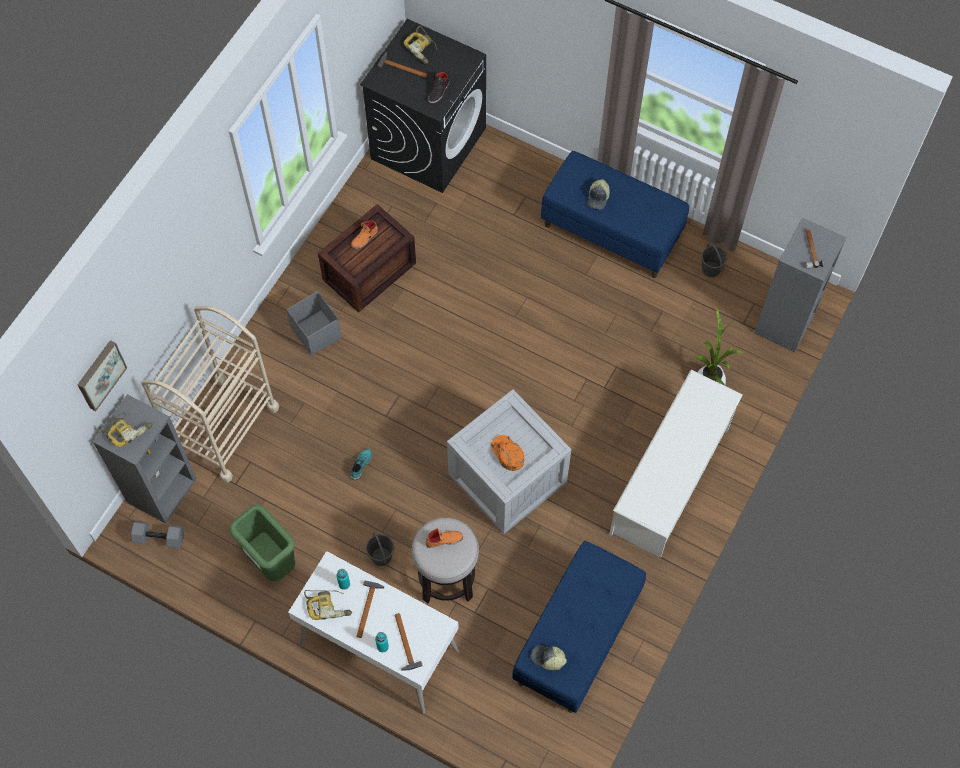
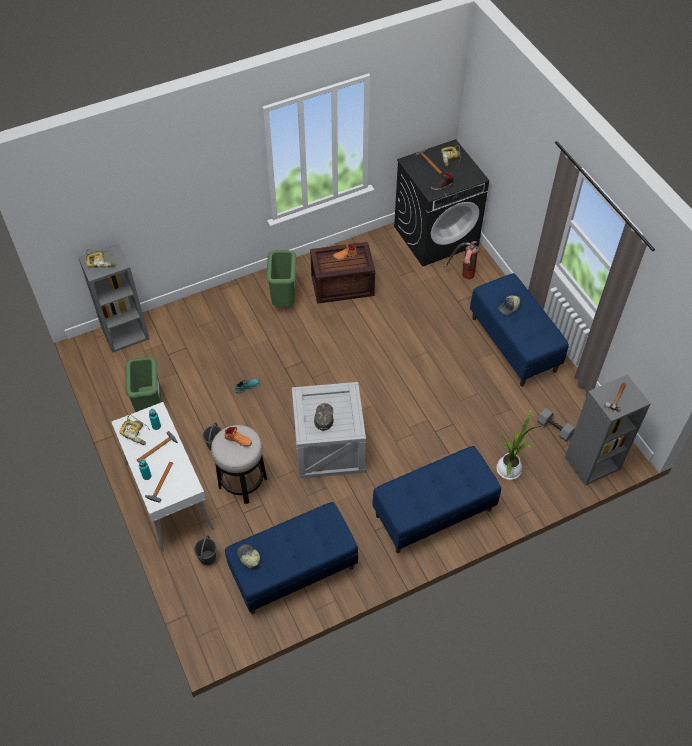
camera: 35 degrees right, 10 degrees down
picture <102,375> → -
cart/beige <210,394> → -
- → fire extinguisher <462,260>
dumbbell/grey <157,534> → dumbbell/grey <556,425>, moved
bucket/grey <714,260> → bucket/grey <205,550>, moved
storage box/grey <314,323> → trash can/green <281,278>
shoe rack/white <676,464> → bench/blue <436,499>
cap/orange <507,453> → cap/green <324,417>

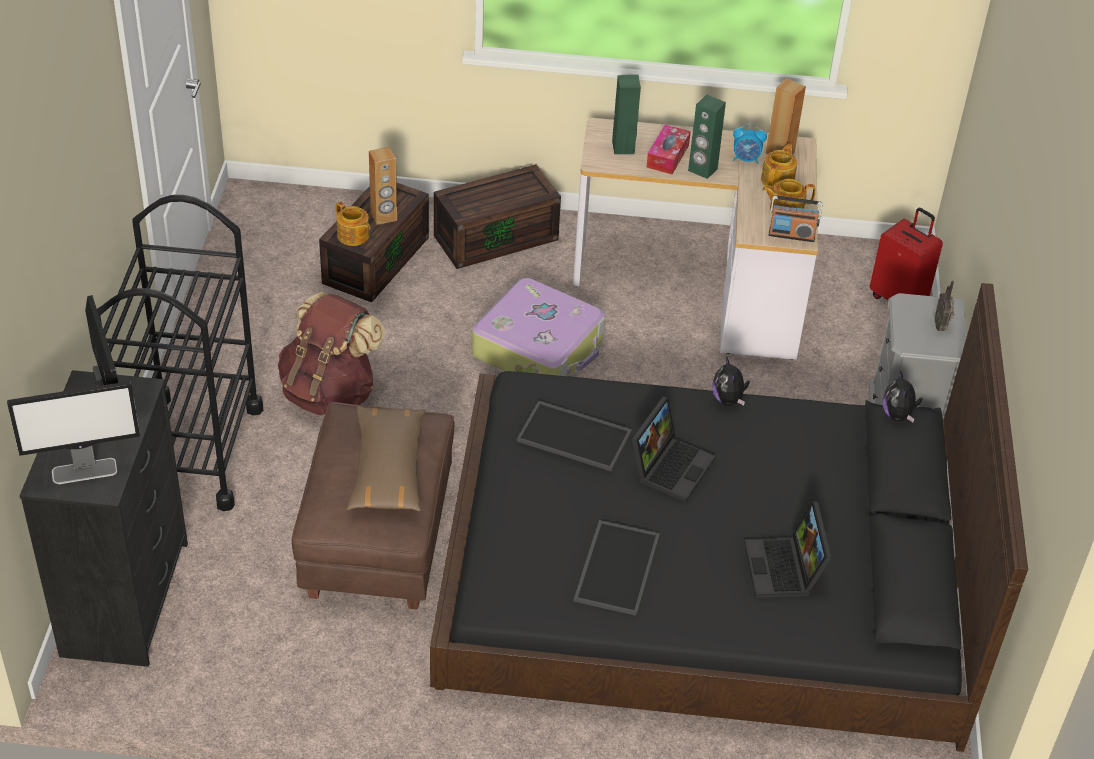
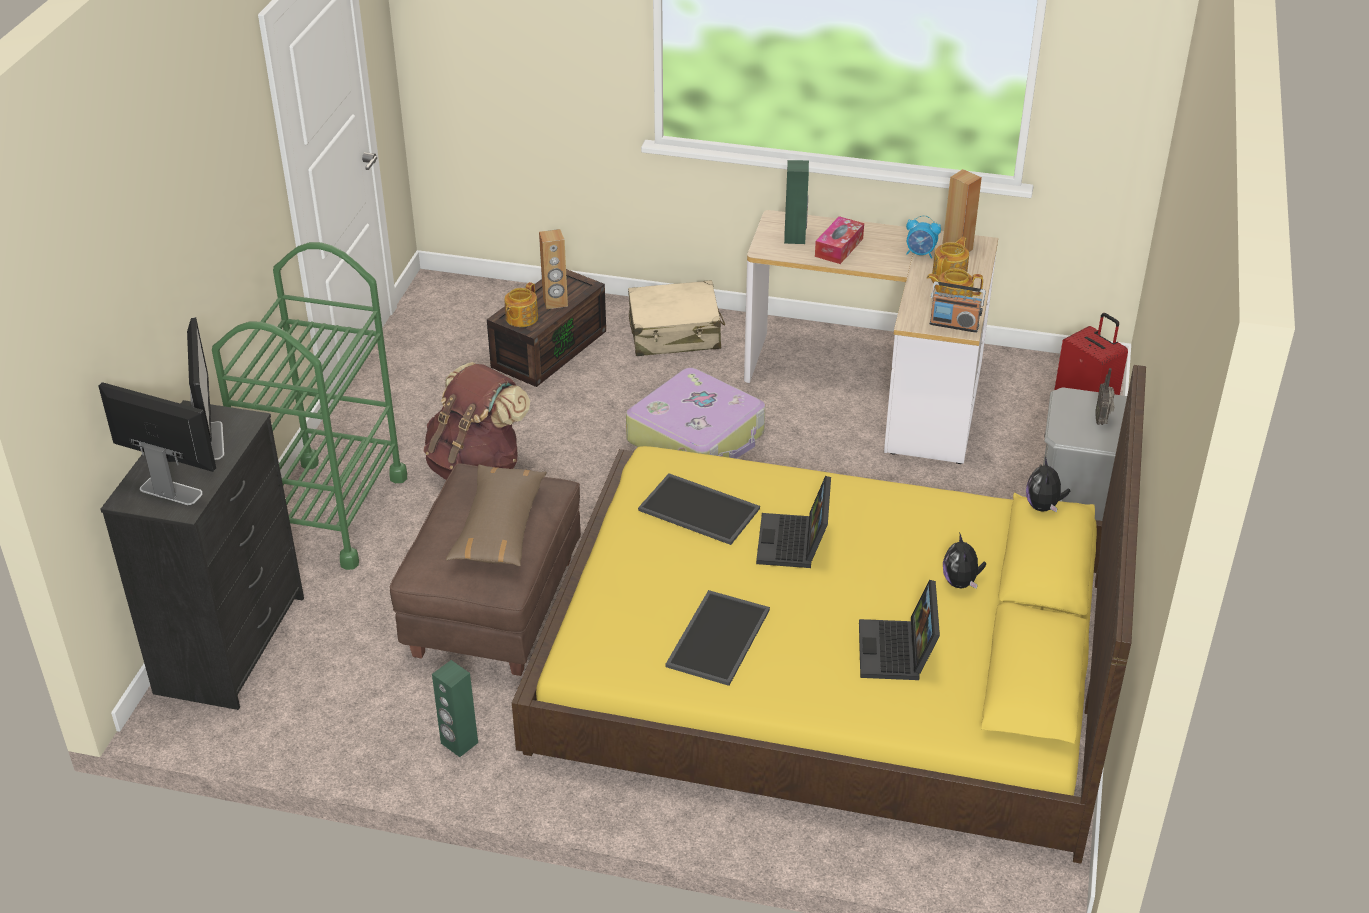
camera: 10 degrees right, 5 degrees down
speaker/green <707,137> → speaker/green <455,708>, moved
plush toy <731,381> → plush toy <965,560>, moved
storage box/brown <497,217> → suitcase/beige <676,318>
cart/black <180,353> → cart/green <309,406>
bed/black <729,517> → bed/yellow <829,614>
monitor <73,432> → monitor <157,443>, 150 degrees counterclockwise
teapot <353,223> → teapot <521,304>, 60 degrees clockwise
laptop <674,449> → laptop <793,522>, 150 degrees clockwise

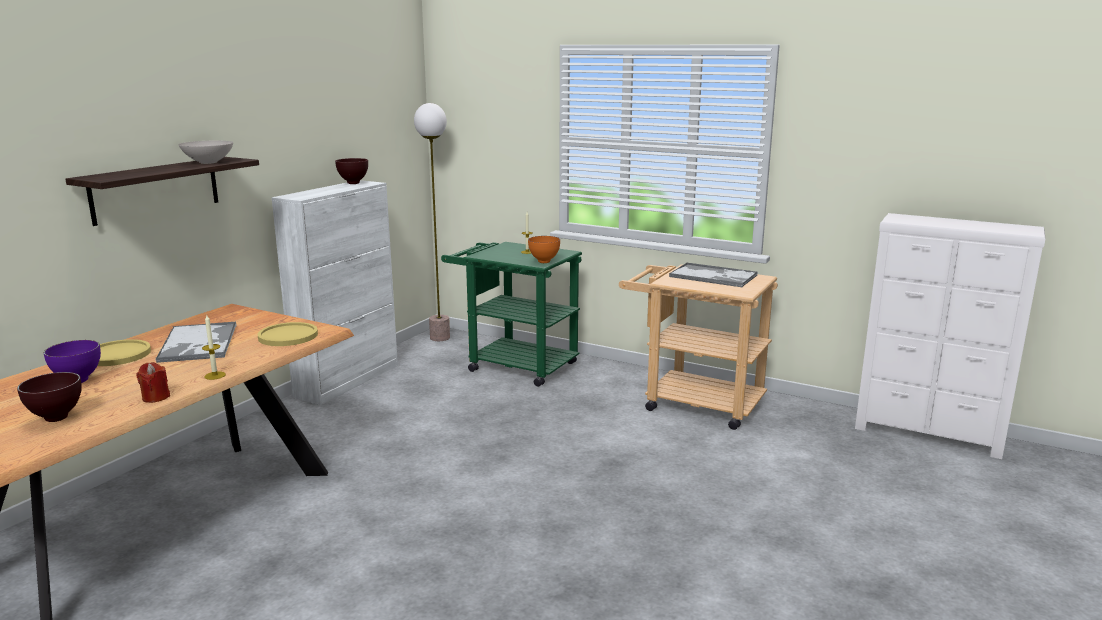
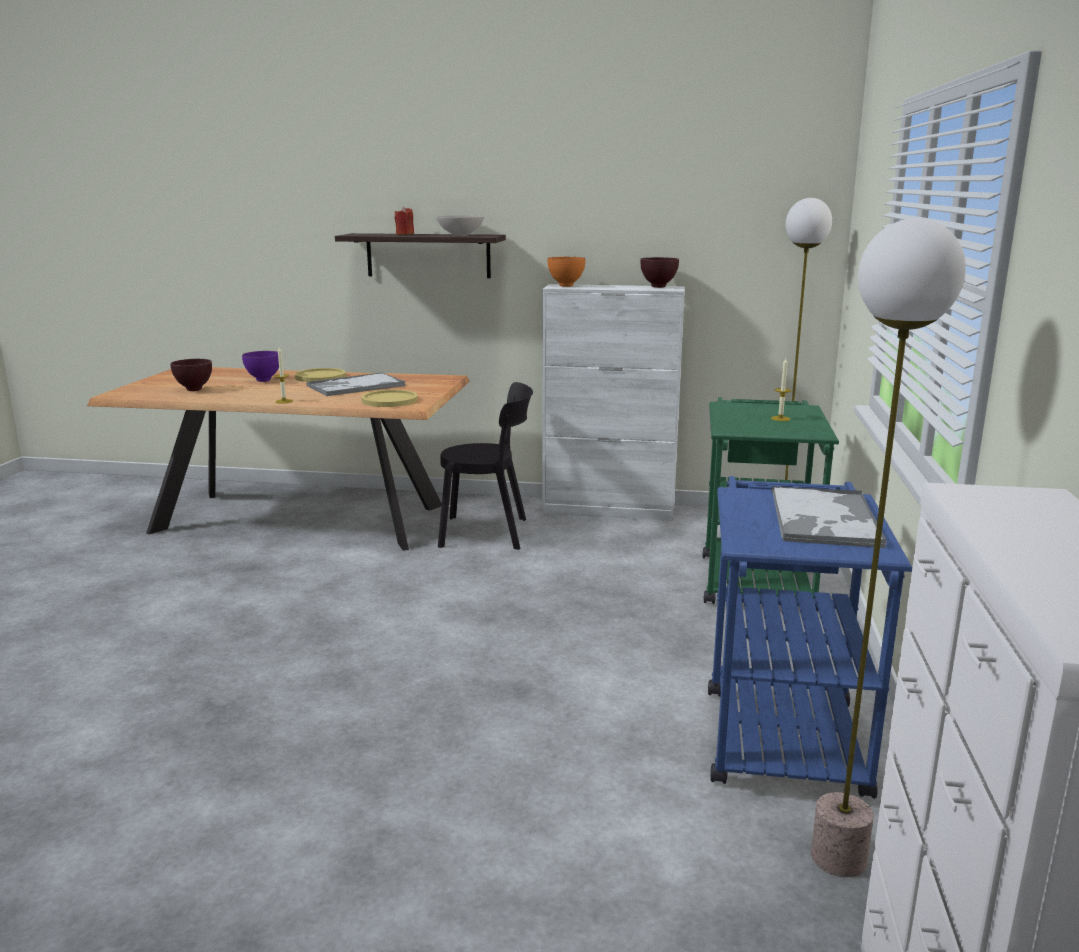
camera: 70 degrees right, 0 degrees up
- → chair/black <485,466>
- → floor lamp <888,547>
candle/red <153,382> → candle/red <404,220>, moved
bowl/orange <544,249> → bowl/orange <566,272>, moved
cart/beige <698,347> → cart/blue <810,637>

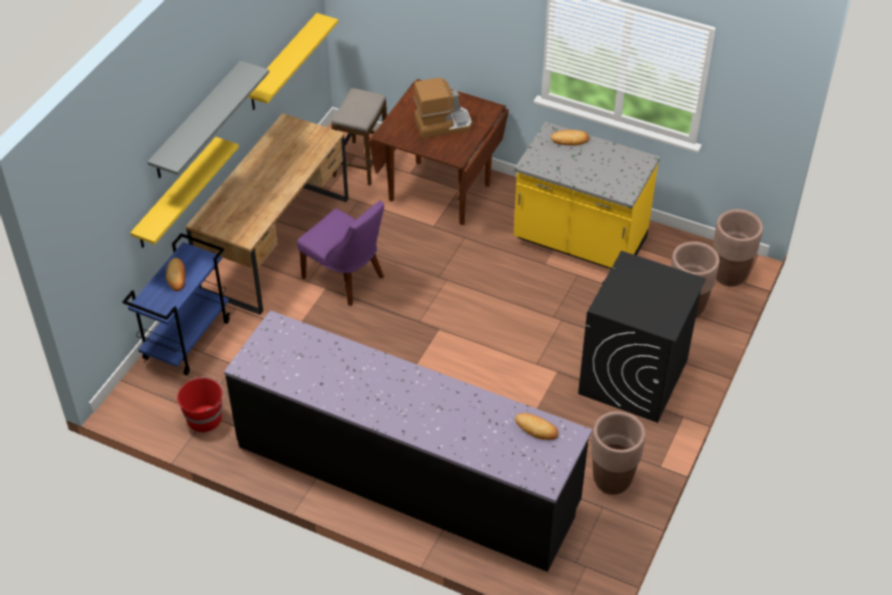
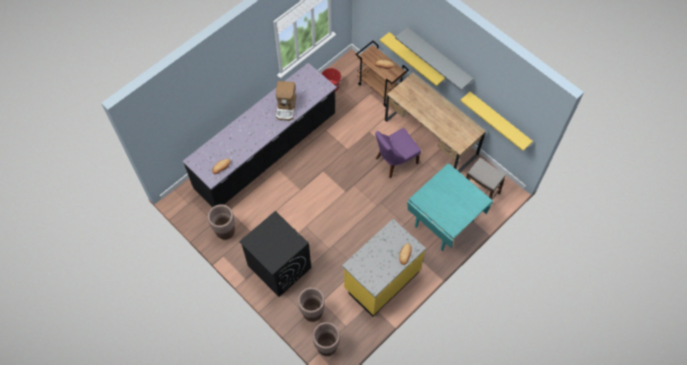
camera: 110 degrees right, 15 degrees up
coffee machine <443,108> → coffee machine <286,101>, moved
cart/blue <176,304> → cart/brown <382,74>
dining table/brown <438,152> → dining table/turquoise <450,207>

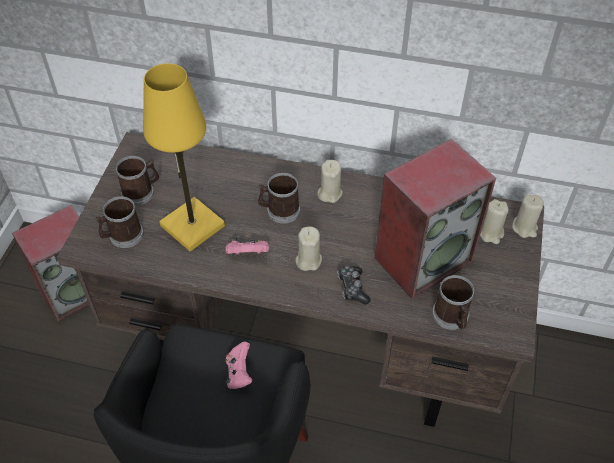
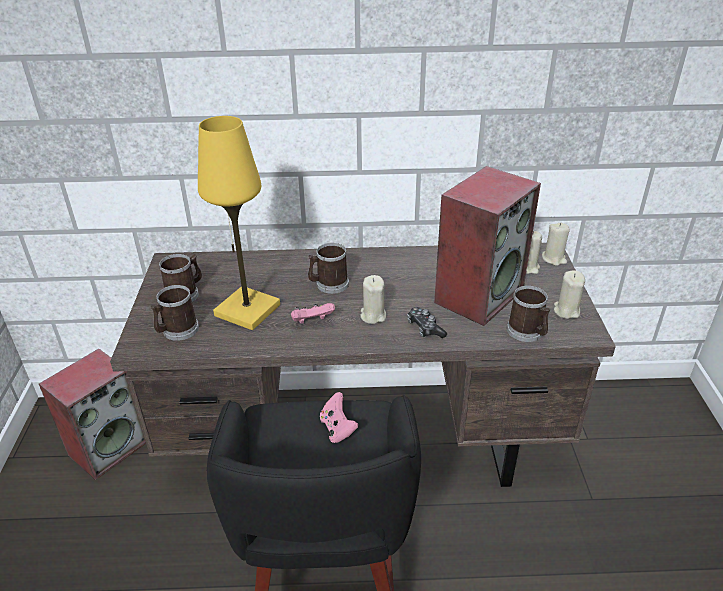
camera: 15 degrees left, 15 degrees down
candle/beige <330,181> → candle/beige <569,294>, moved

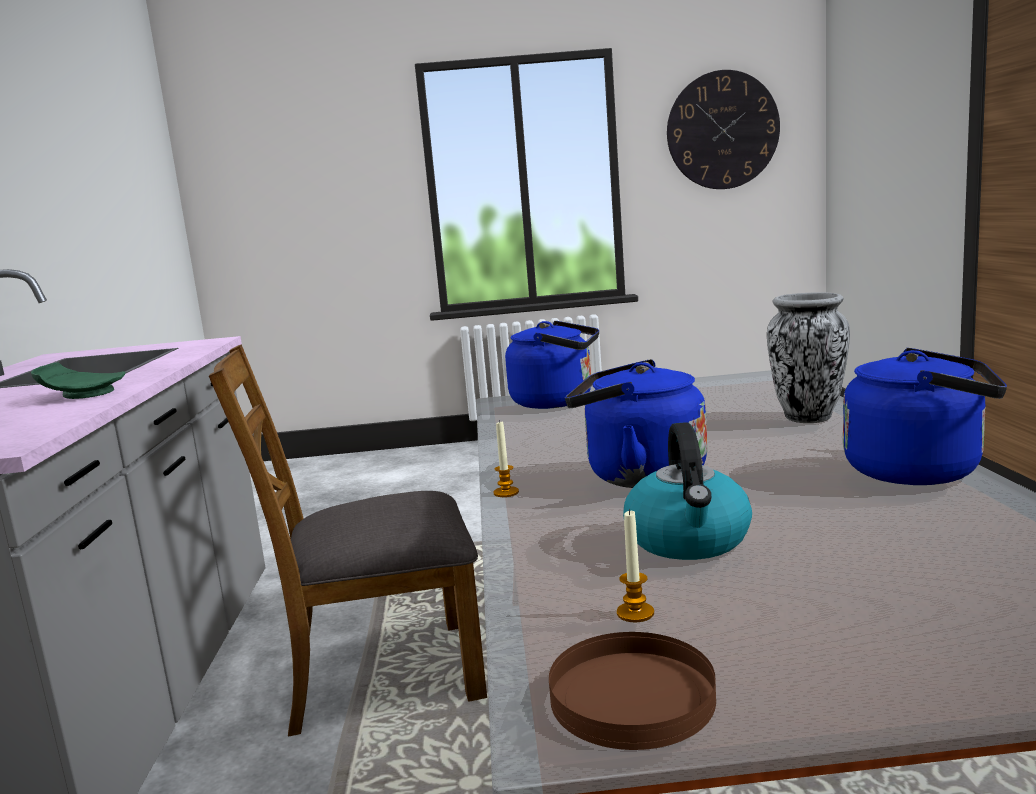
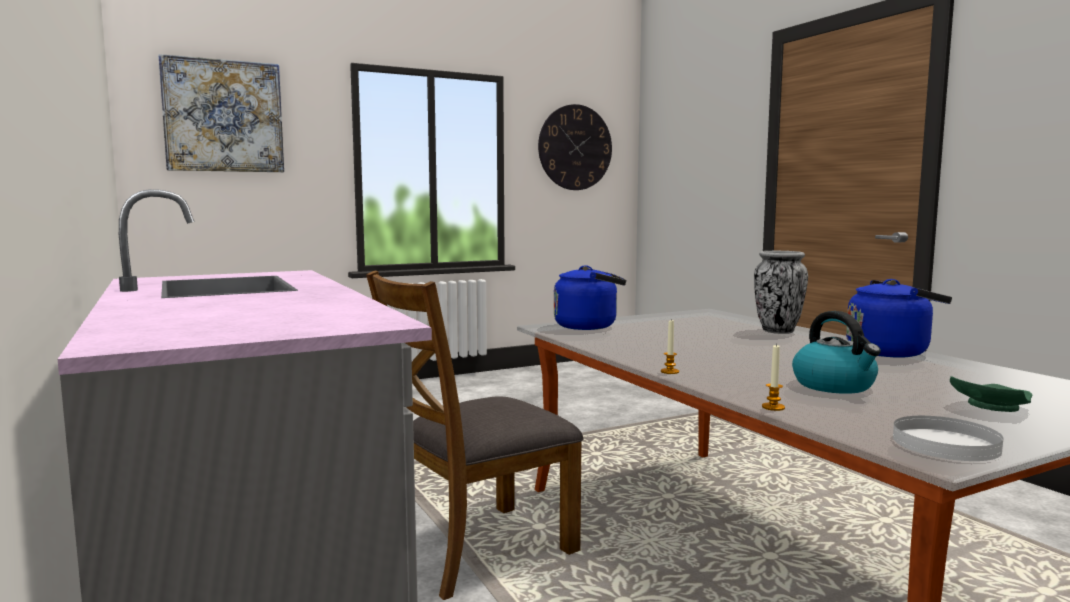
camera: 25 degrees left, 5 degrees down
kettle/blue <636,423> → -
- → picture <221,113>
plate/green <78,380> → plate/green <991,394>, moved
candle <635,565> → candle <773,377>, moved
plate/brown <632,691> → plate/white <948,438>

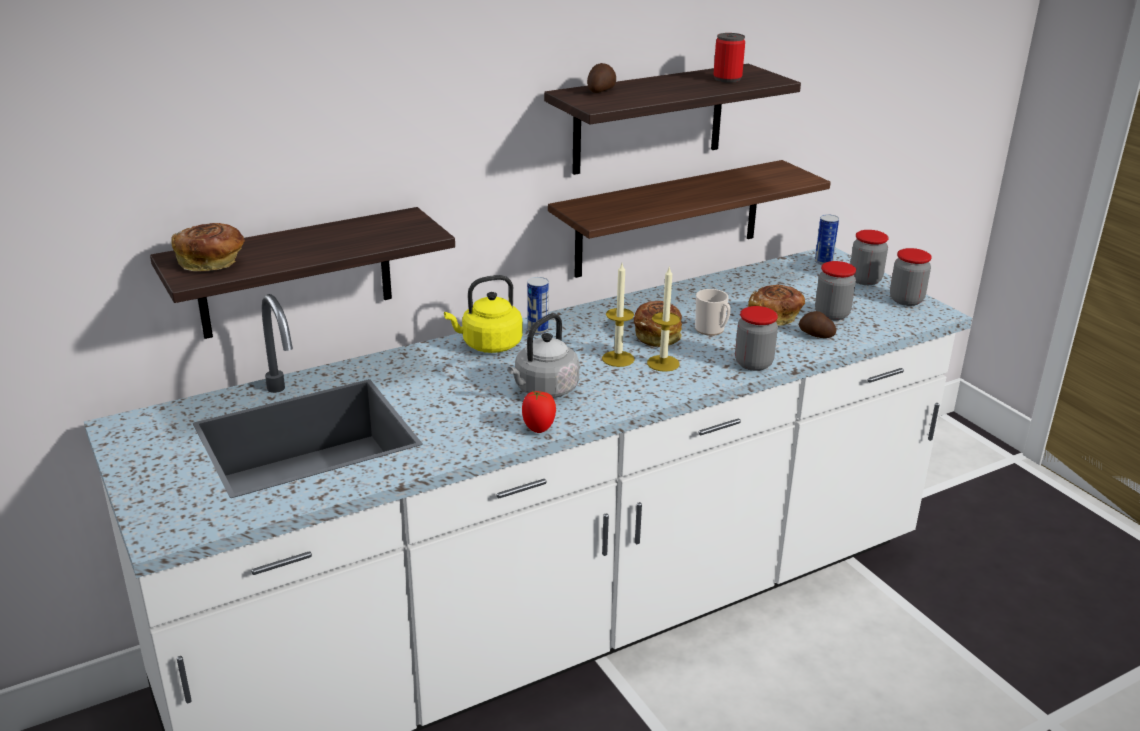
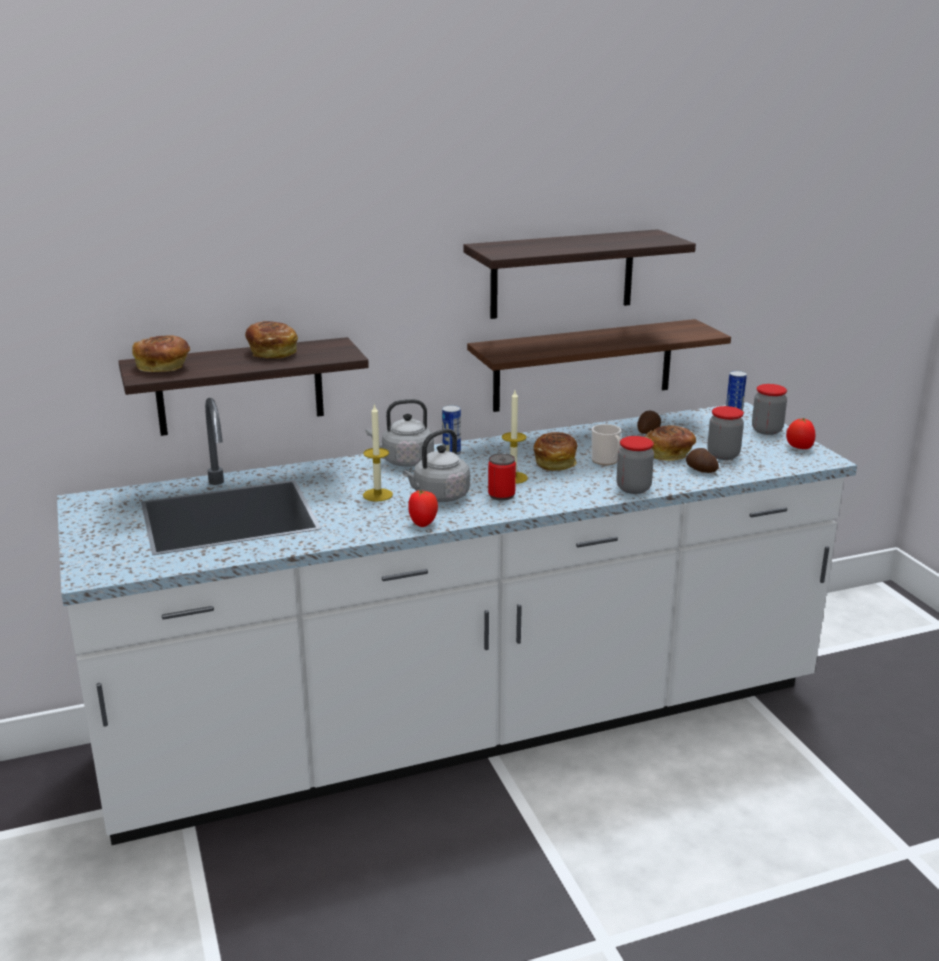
camera: 10 degrees right, 5 degrees down
- → bread <271,340>
potato <601,78> → potato <649,422>, moved
candle <663,319> → candle <378,452>, moved
can <729,58> → can <502,477>, moved
jar <911,277> → tomato <800,433>
kettle/yellow <483,314> → kettle/grey <400,433>

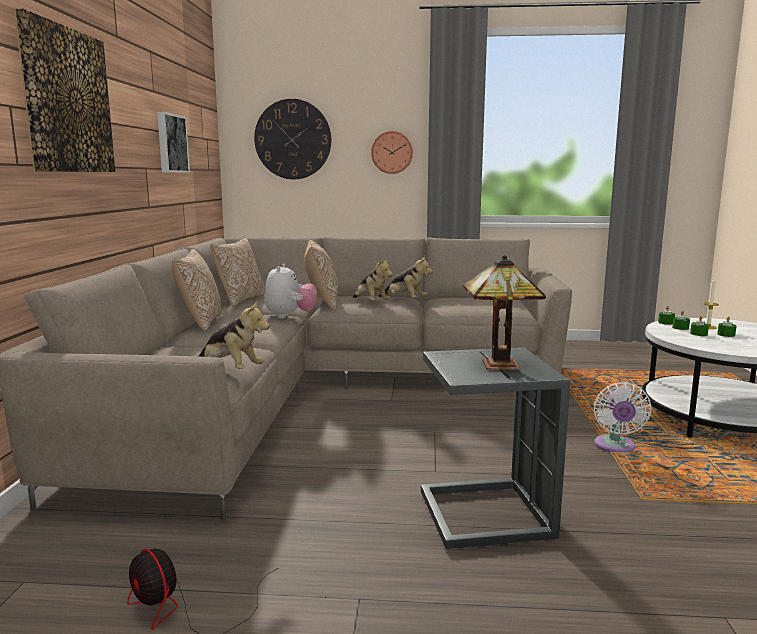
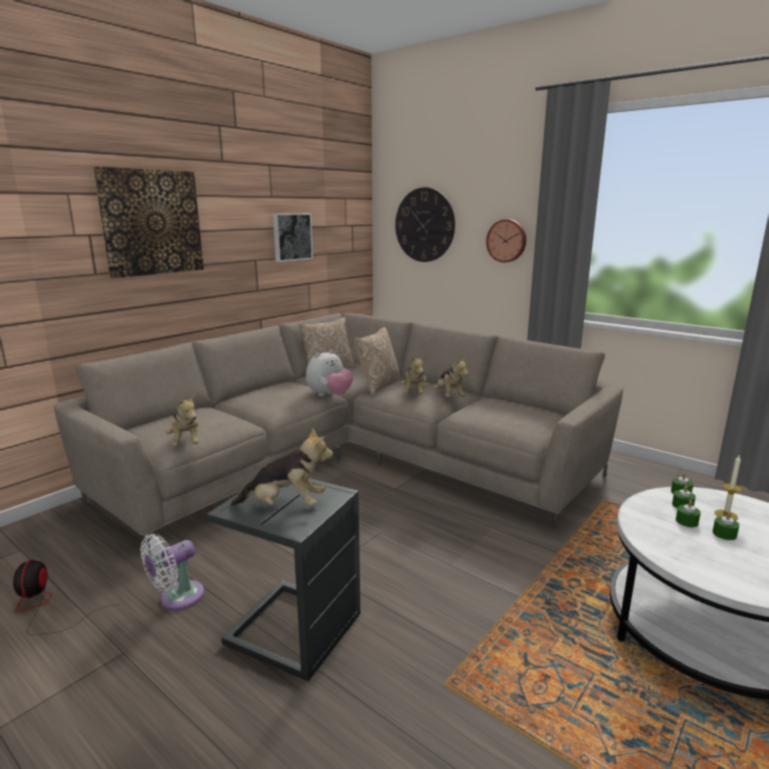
camera: 35 degrees right, 5 degrees up
pillow <196,290> → -
fan/white <622,417> → fan/white <172,572>, moved
table lamp <504,312> → plush toy <282,466>

